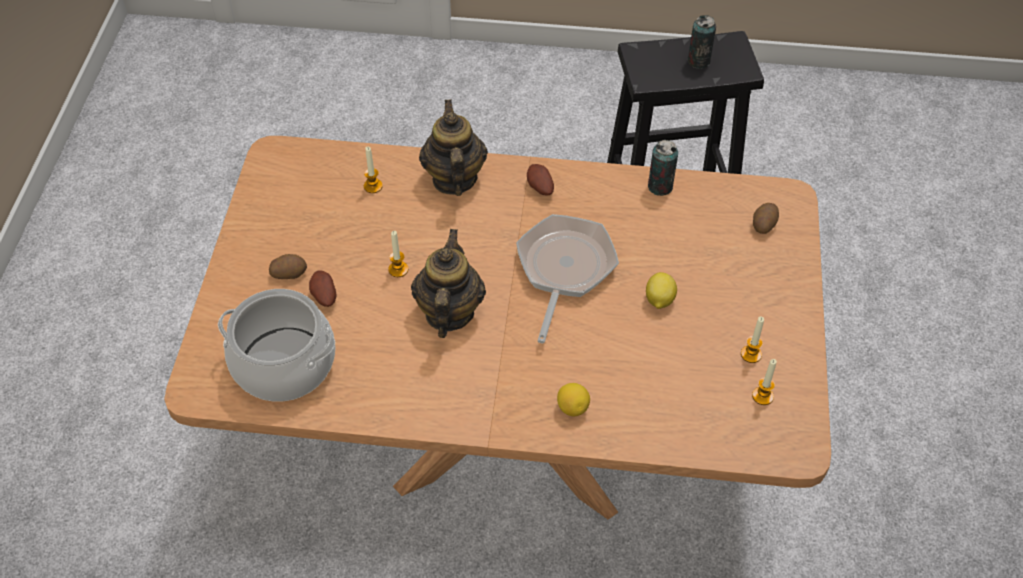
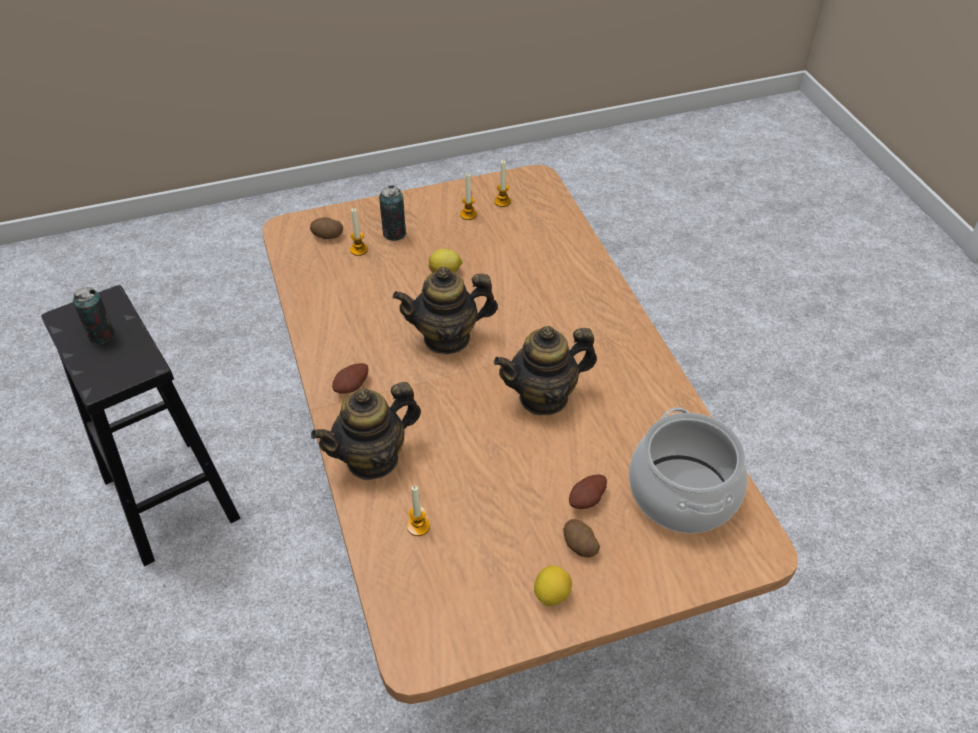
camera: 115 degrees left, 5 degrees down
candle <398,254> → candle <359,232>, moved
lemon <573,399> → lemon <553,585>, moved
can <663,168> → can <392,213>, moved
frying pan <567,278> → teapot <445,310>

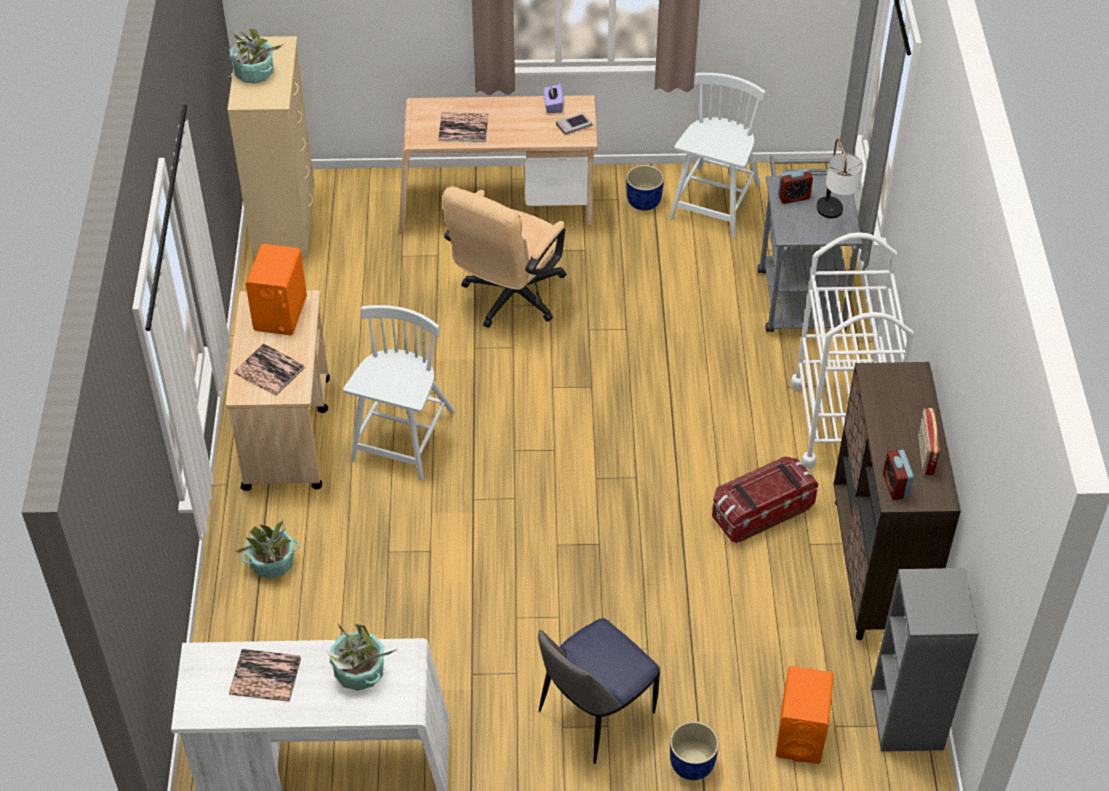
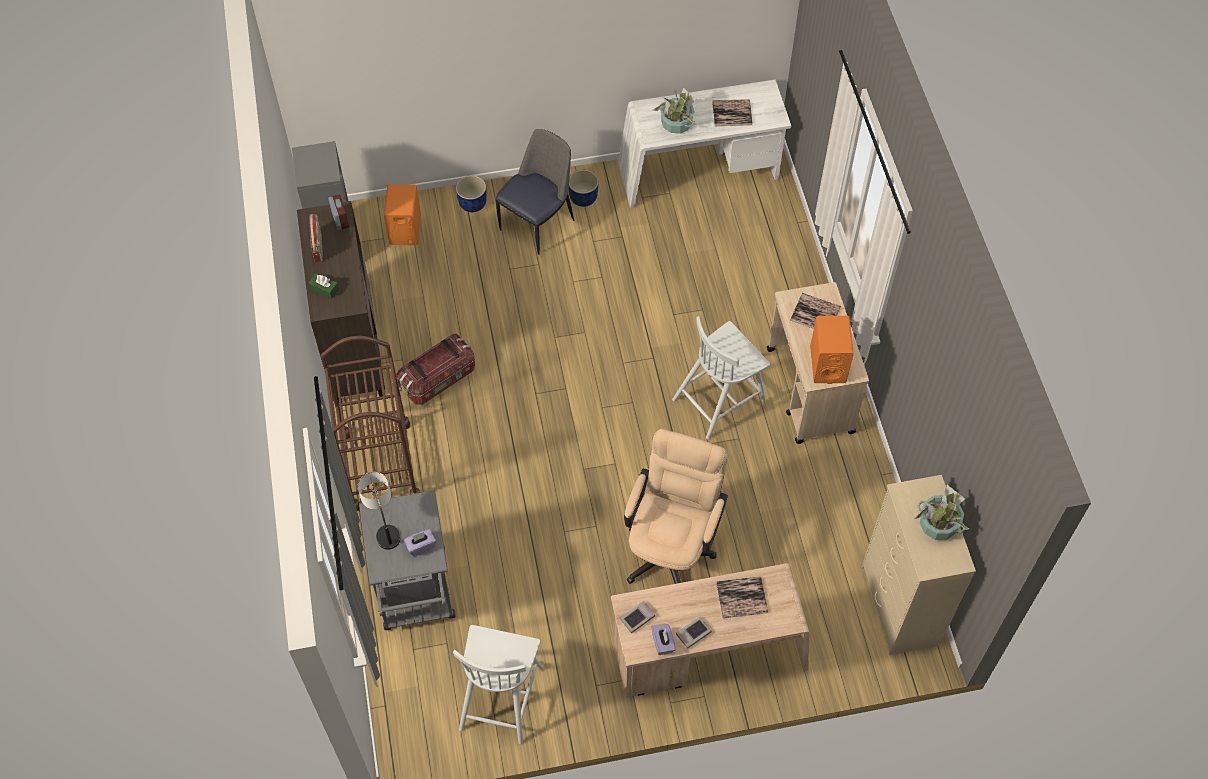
camera: 170 degrees right, 10 degrees up
potted plant <267,548> → -
- → tissue box/green <324,286>
- → book <694,633>
planter/blue <645,187> → planter/blue <583,188>, moved
alarm clock <795,186> → tissue box/purple <420,542>
cart/white <852,350> → cart/brown <371,423>
chair/white <399,393> → chair/white <721,377>, 45 degrees clockwise

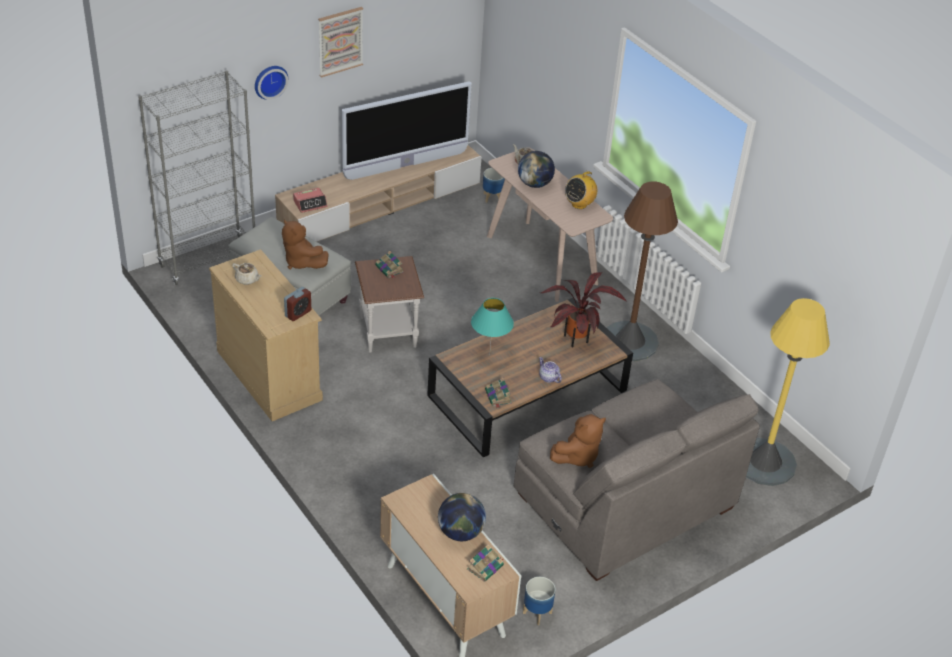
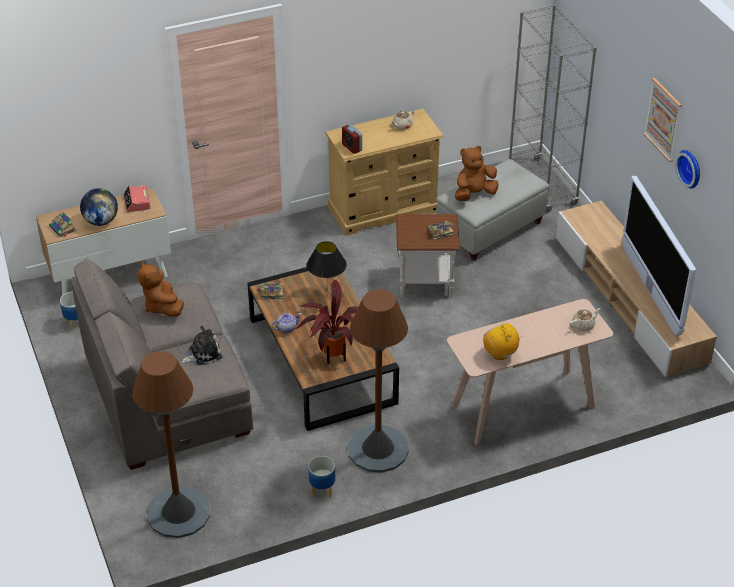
camera: 105 degrees right, 0 degrees up
globe <536,169> → -
- → plush toy <202,345>
wall clock <271,83> → wall clock <687,169>, moved
alarm clock <310,200> → alarm clock <137,198>, moved
planter <494,185> → planter <321,477>, moved
table lamp/turquoise <492,327> → table lamp/black <327,268>
floor lamp/yellow <788,392> → floor lamp/brown <171,444>

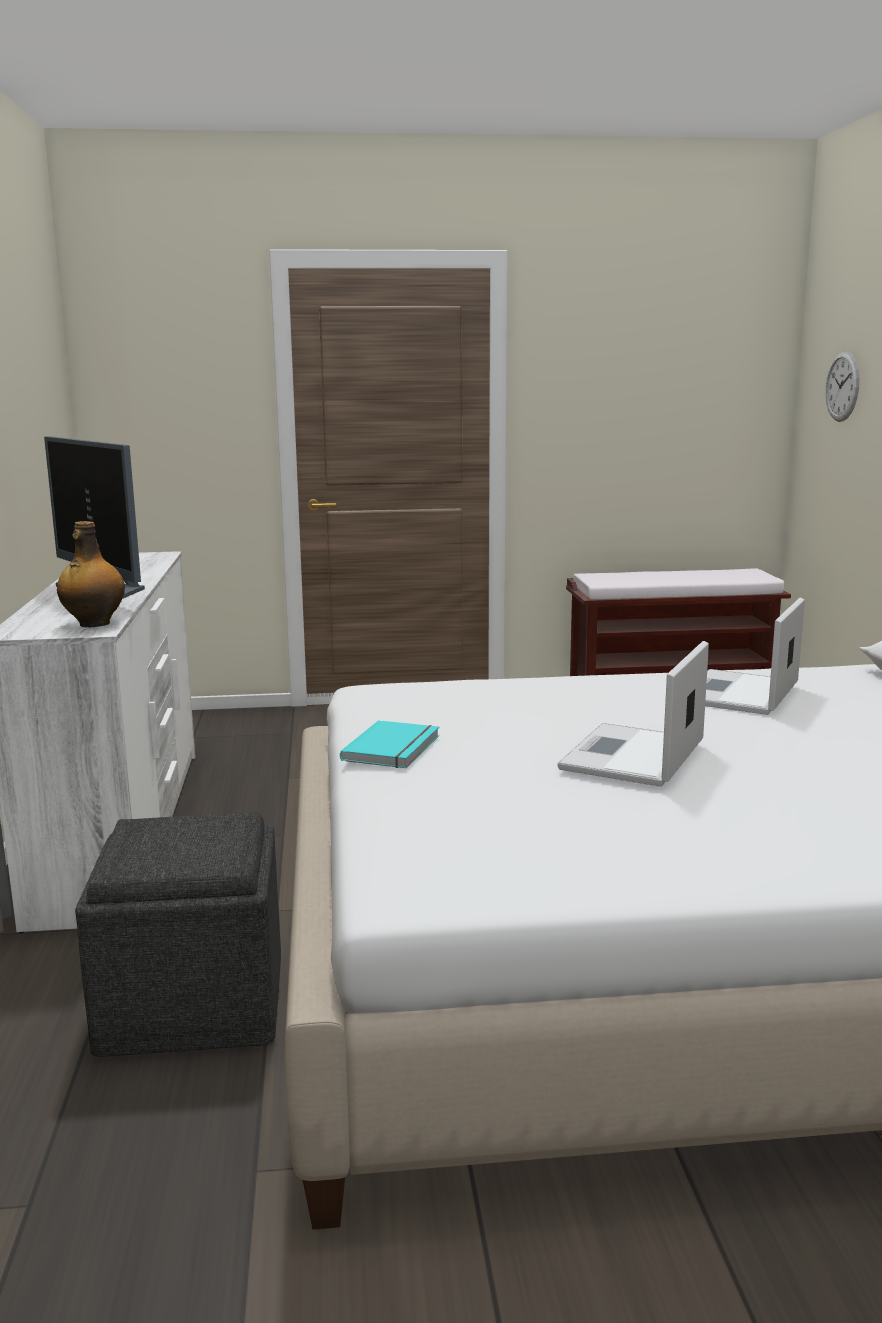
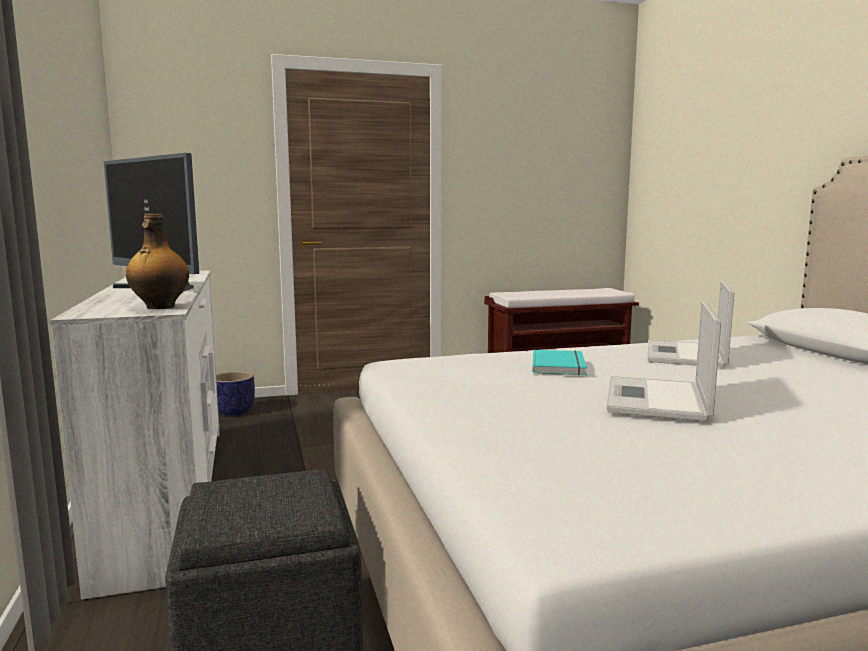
camera: 10 degrees left, 5 degrees down
wall clock <842,386> → -
- → planter <235,393>
book/turquoise <389,744> → book/turquoise <560,363>, moved

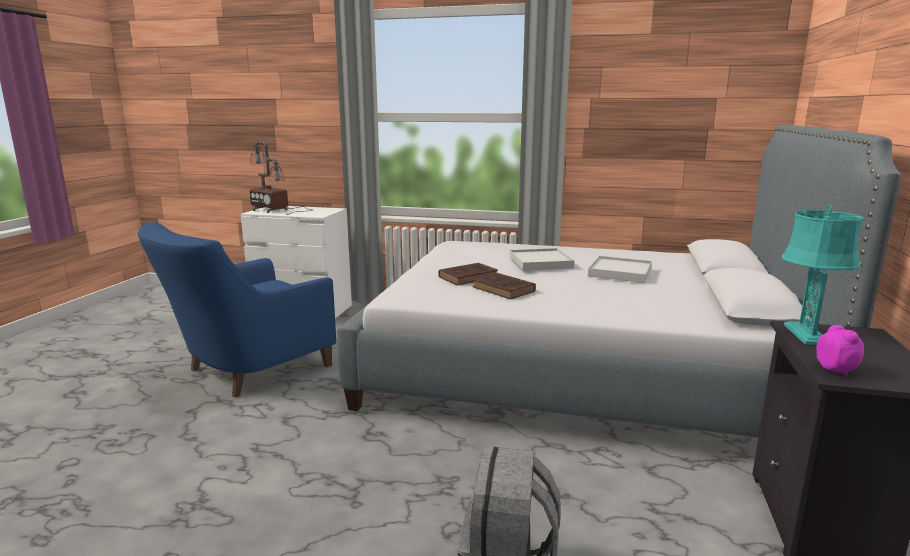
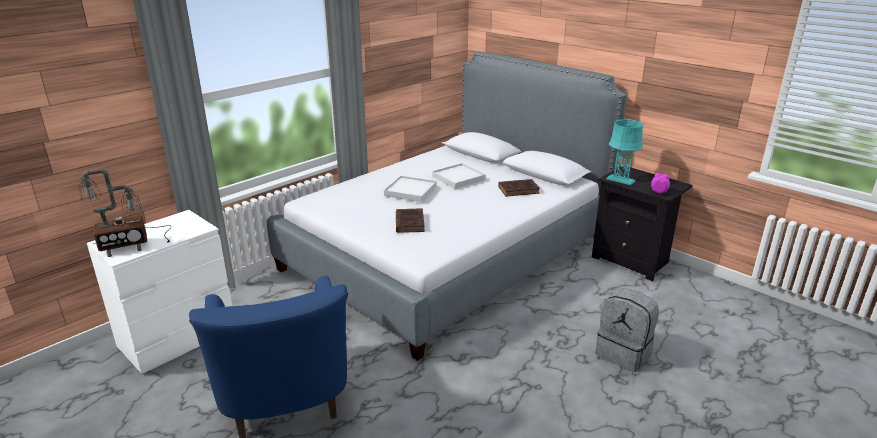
camera: 60 degrees left, 10 degrees up
book/brown <504,286> → book/brown <519,188>, moved

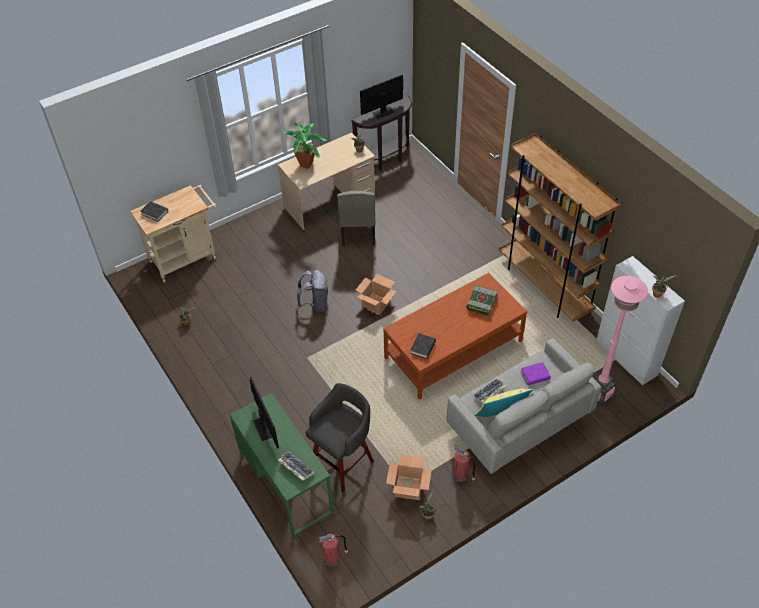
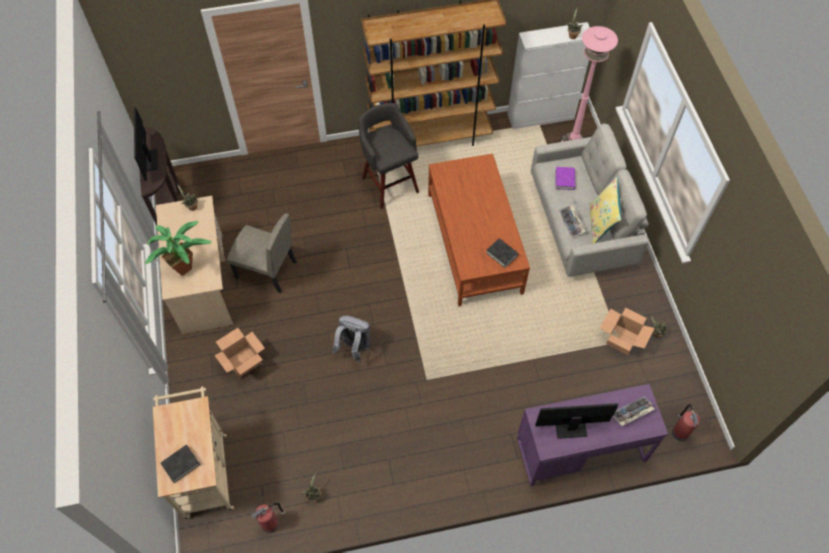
camera: 70 degrees left, 10 degrees up
book <481,301> → -
stool/grey <339,438> → stool/grey <389,156>, moved
cardboard box <376,294> → cardboard box <239,353>, moved
fire extinguisher <464,463> → fire extinguisher <268,518>, moved
desk/green <282,464> → desk/purple <592,435>

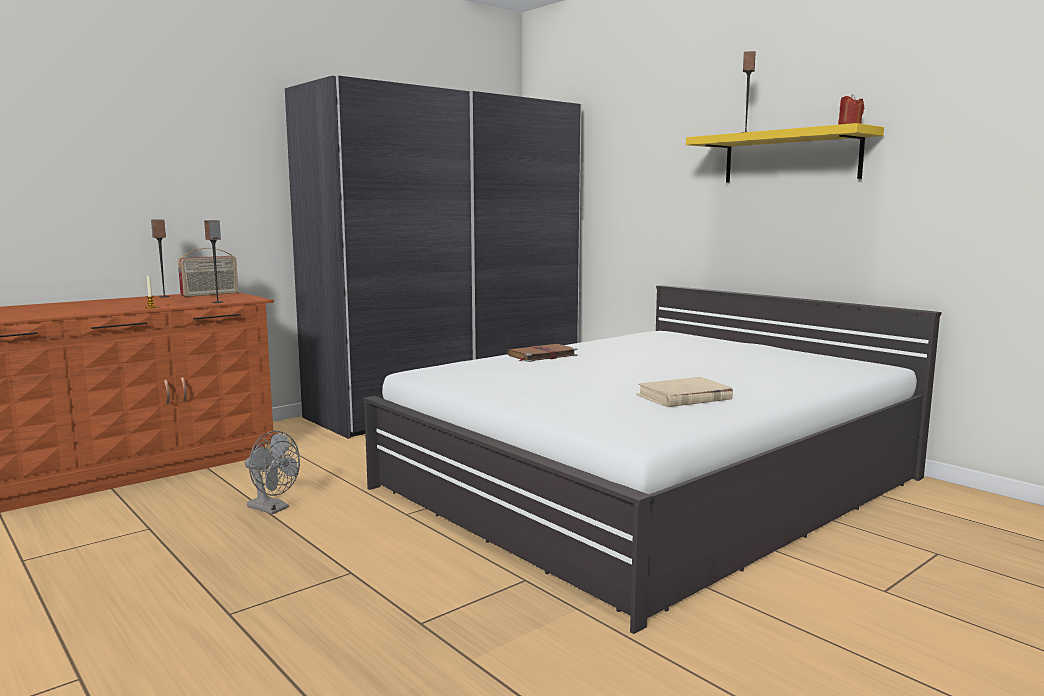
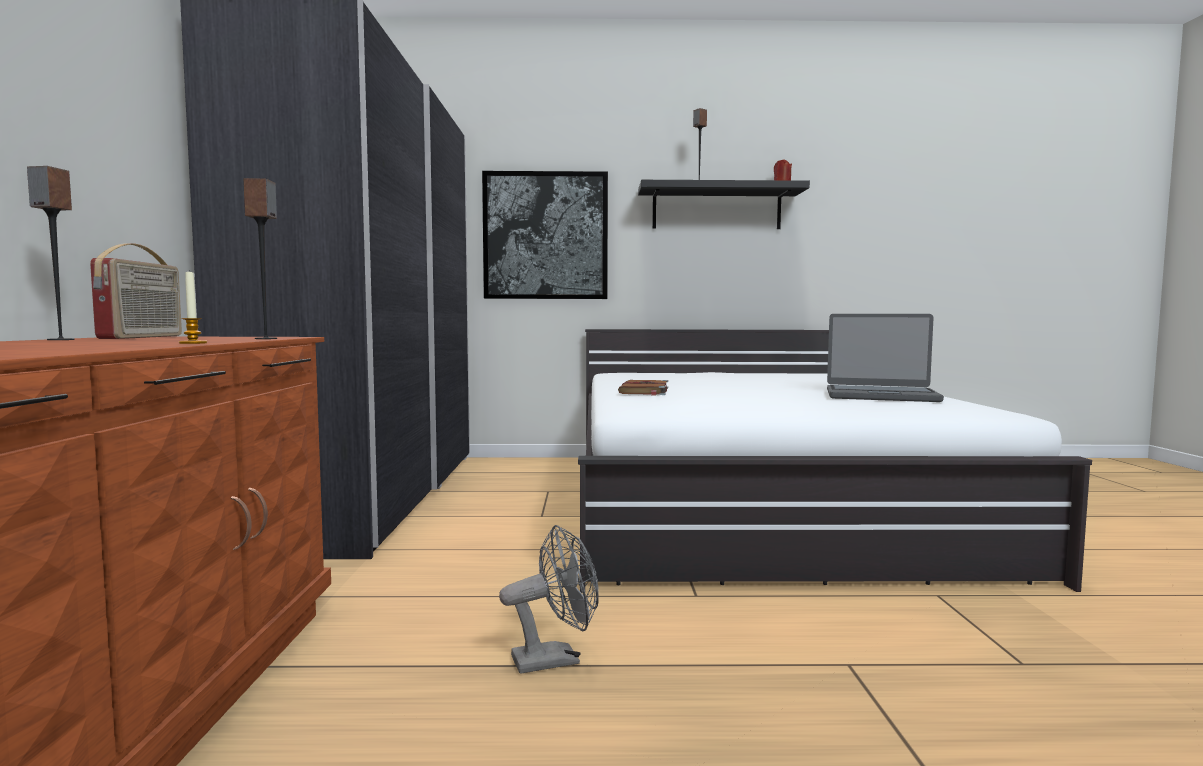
camera: 50 degrees left, 5 degrees down
- → picture <545,235>
book/beige <684,392> → laptop <885,358>
shelf/yellow <785,152> → shelf/black <724,204>

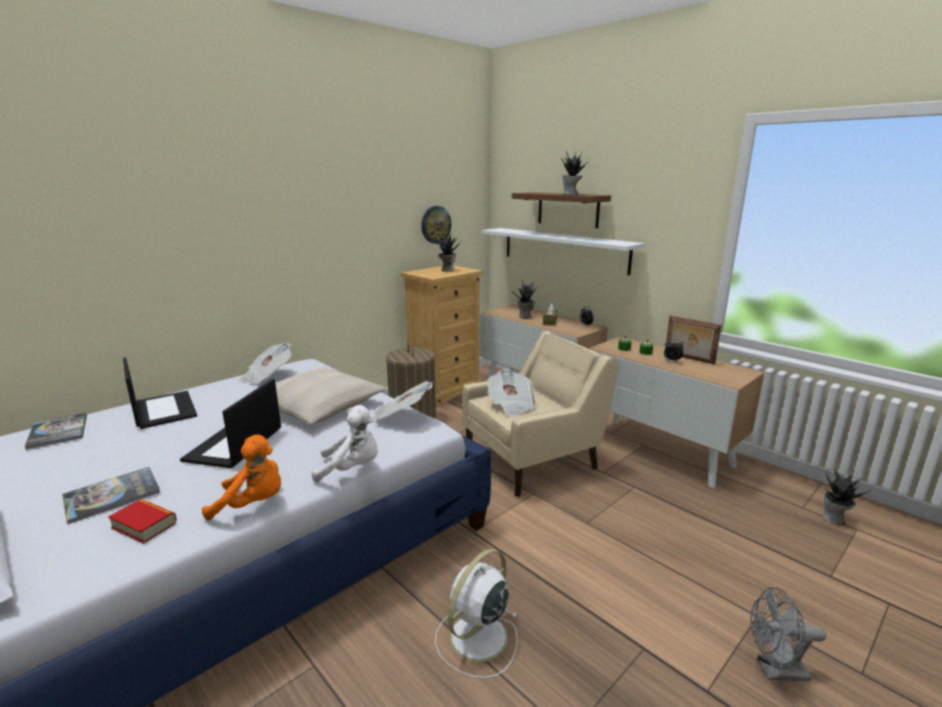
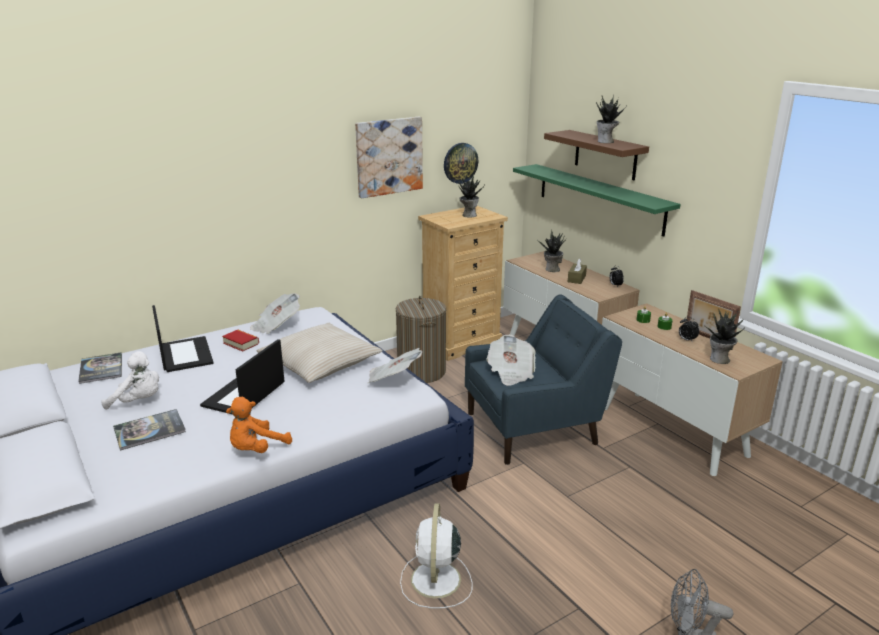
camera: 10 degrees right, 5 degrees up
- → picture <389,158>
book <142,521> → book <240,341>, moved
plush toy/white <345,443> → plush toy/white <130,380>, moved
potted plant <846,497> → potted plant <724,337>, moved
armchair/beige <540,414> → armchair/blue <543,380>
shelf/white <563,251> → shelf/green <597,200>
plush toy/orange <241,478> → plush toy/orange <259,424>, 120 degrees clockwise
fan/white <476,613> → fan/white <436,556>, 45 degrees counterclockwise

